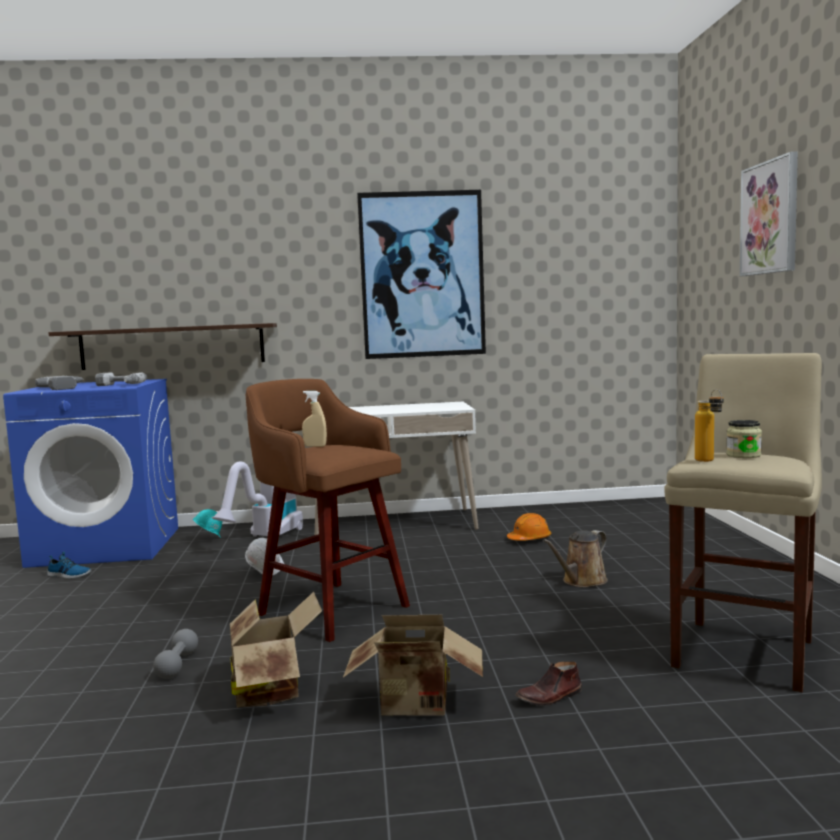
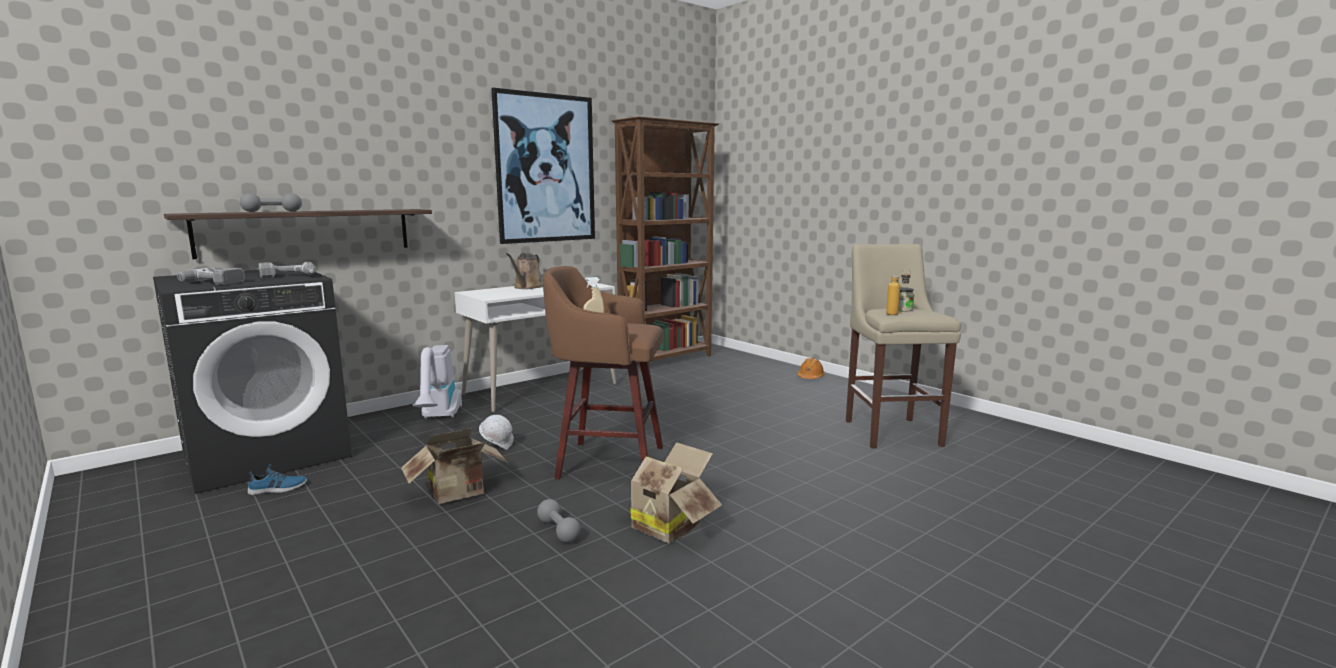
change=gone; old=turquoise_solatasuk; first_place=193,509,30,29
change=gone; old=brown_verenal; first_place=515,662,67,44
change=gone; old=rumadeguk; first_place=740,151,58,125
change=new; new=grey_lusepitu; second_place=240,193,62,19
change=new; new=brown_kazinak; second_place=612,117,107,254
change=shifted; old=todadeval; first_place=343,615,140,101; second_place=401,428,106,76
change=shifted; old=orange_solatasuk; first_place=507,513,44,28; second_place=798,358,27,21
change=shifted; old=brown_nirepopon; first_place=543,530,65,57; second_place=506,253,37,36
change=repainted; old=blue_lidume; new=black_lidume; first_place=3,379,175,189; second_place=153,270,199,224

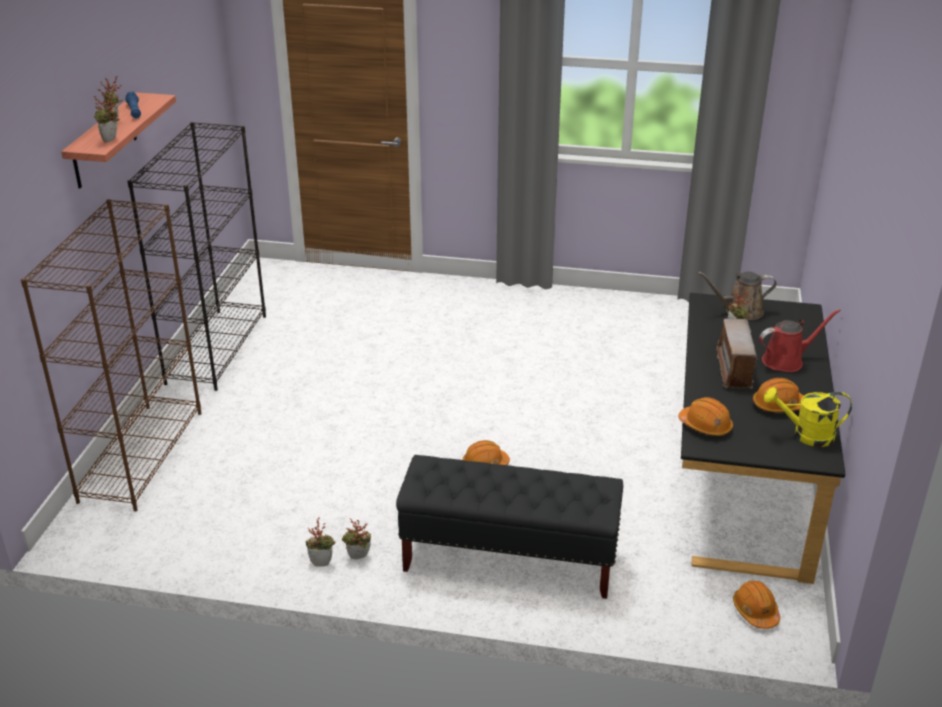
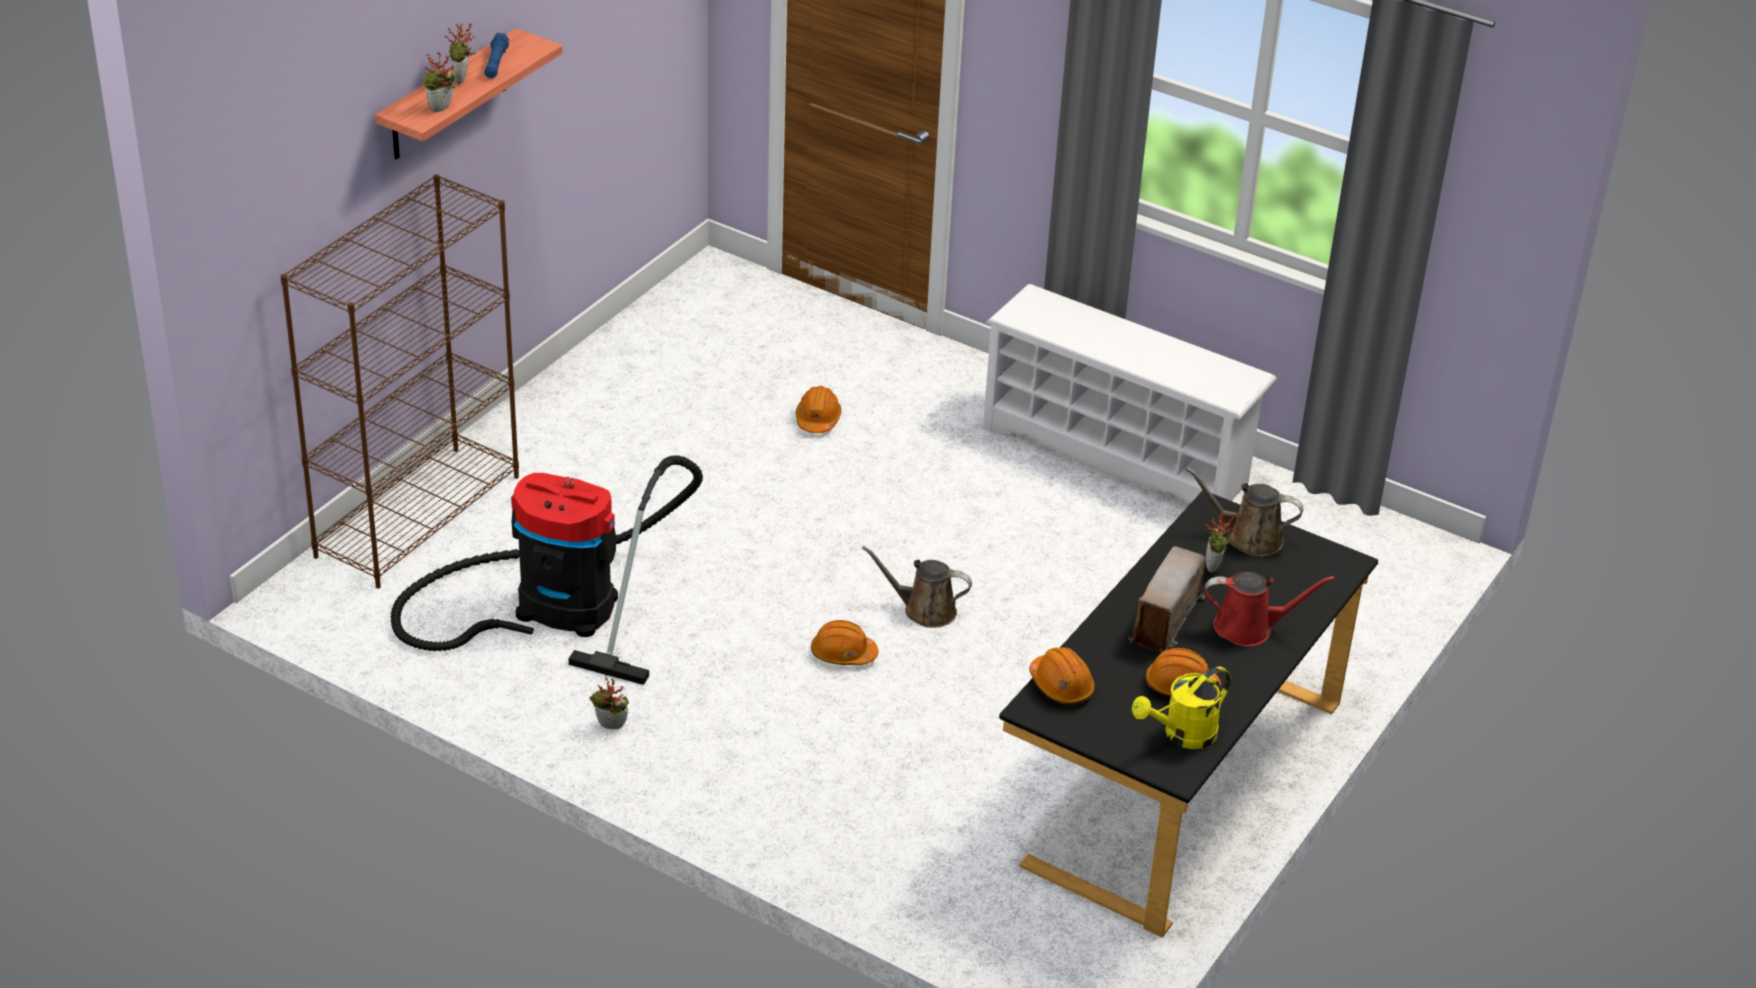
change=gone; old=black_kazinak; first_place=127,122,139,269
change=gone; old=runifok; first_place=306,517,29,50
change=gone; old=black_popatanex; first_place=396,455,227,144
change=new; new=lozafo; second_place=391,455,312,230
change=new; new=brown_nirepopon; second_place=862,546,110,82
change=new; new=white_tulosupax; second_place=983,284,294,219
change=shifted; old=orange_solatasuk; first_place=733,580,47,49; second_place=796,386,45,47
change=rotated; old=yellow_nirepopon; first_place=764,387,88,60; second_place=1132,667,99,82; degrees=-60

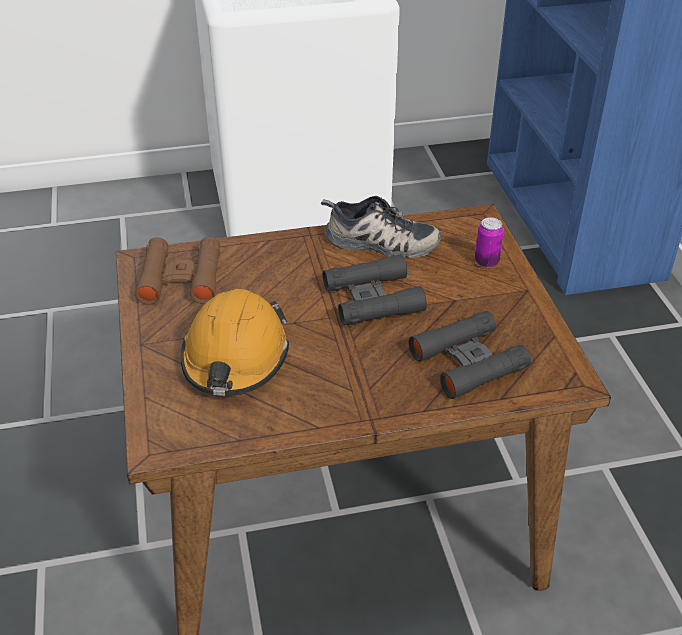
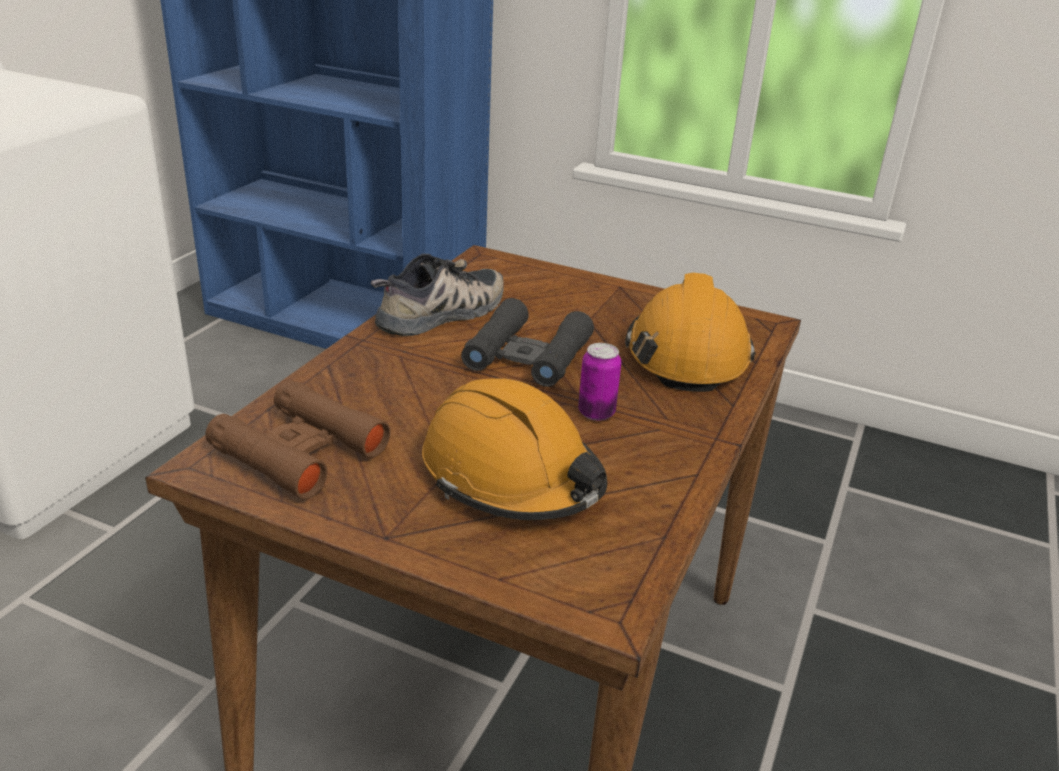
change=shifted; old=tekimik; first_place=475,217,29,51; second_place=578,343,44,78
change=swapped; old=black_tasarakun; new=orange_solatasuk; first_place=409,311,122,88; second_place=625,273,131,119

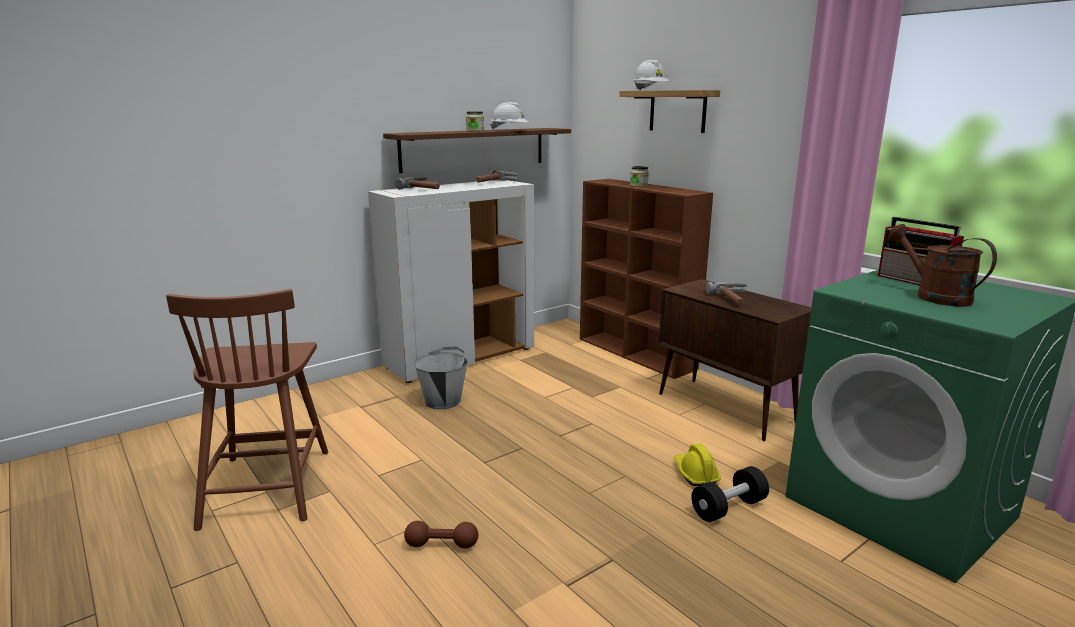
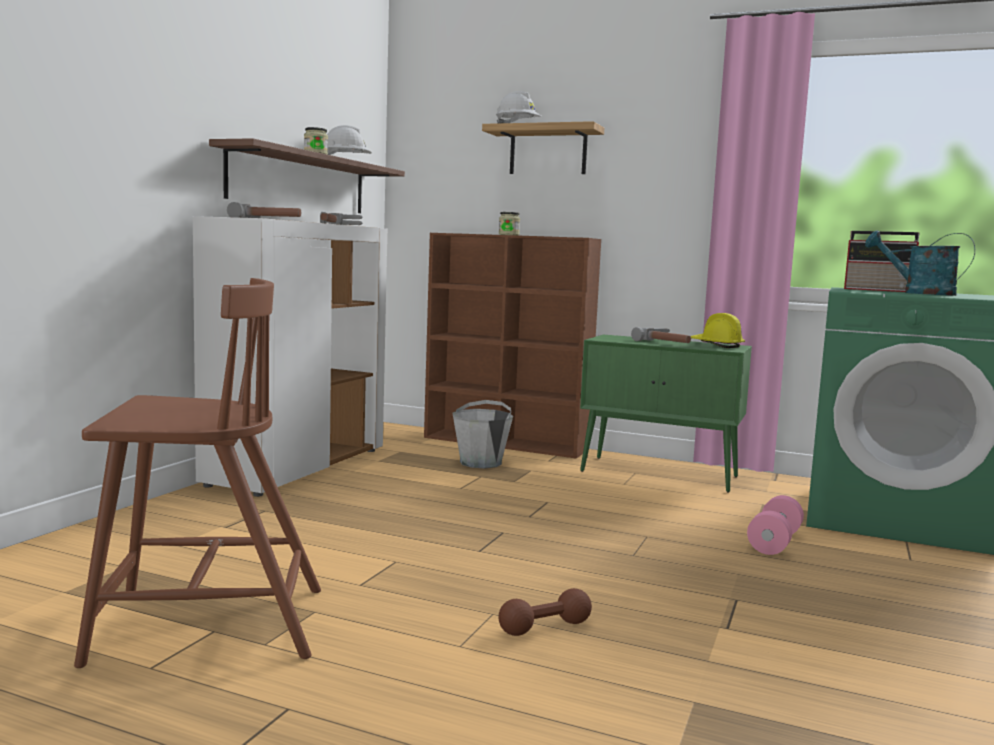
change=shifted; old=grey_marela; first_place=414,346,54,63; second_place=452,400,61,68
change=shifted; old=yellow_solatasuk; first_place=674,444,47,42; second_place=691,313,54,35
change=repainted; old=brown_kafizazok; new=green_kafizazok; first_place=658,279,153,162; second_place=580,335,172,158
change=repainted; old=black_lusepitu; new=pink_lusepitu; first_place=691,466,78,56; second_place=747,495,57,60
change=repainted; old=brown_nirepopon; new=turquoise_nirepopon; first_place=887,224,110,82; second_place=865,230,110,66
change=rotated; old=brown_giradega; first_place=166,289,162,242; second_place=74,278,247,390; degrees=-60

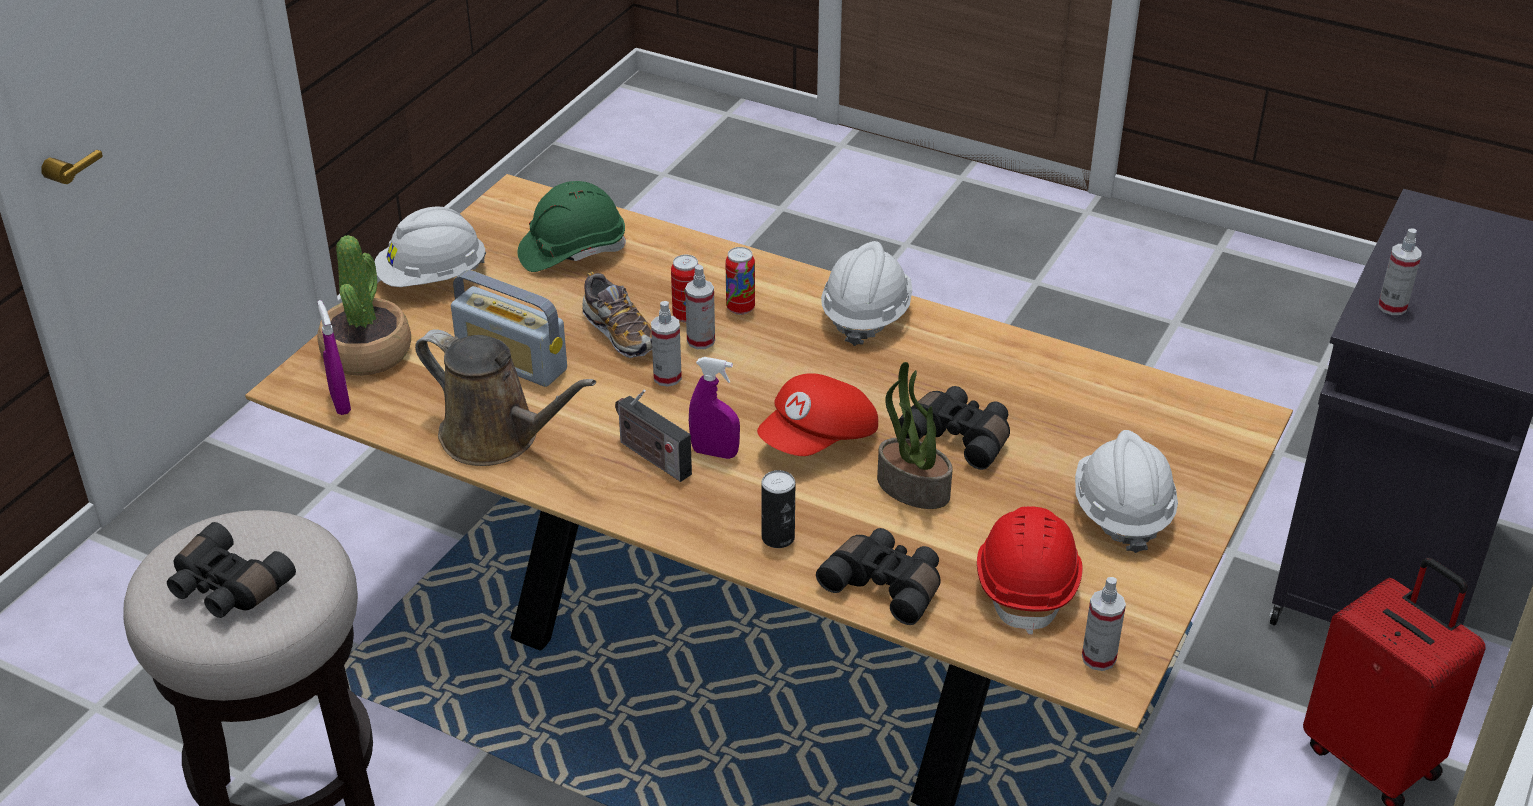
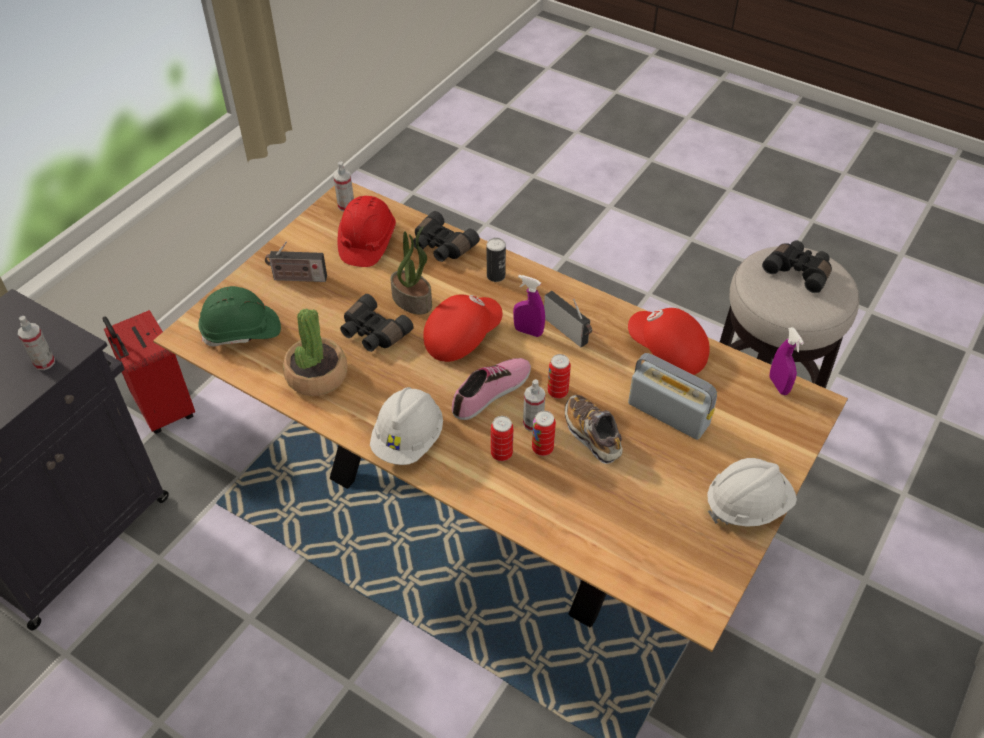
change=new; new=verenal; second_place=452,358,79,62
change=shifted; old=runifok; first_place=317,235,94,141; second_place=283,309,65,87
change=shifted; old=green_solatasuk; first_place=518,181,108,91; second_place=198,286,83,60
change=swapped; old=brown_nirepopon; new=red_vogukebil; first_place=415,329,181,137; second_place=628,308,82,67
change=swapped; old=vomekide; new=tekimik; first_place=651,301,31,86; second_place=548,354,23,45
change=swapped; old=white_solatasuk; new=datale; first_place=1075,430,103,123; second_place=265,242,62,40

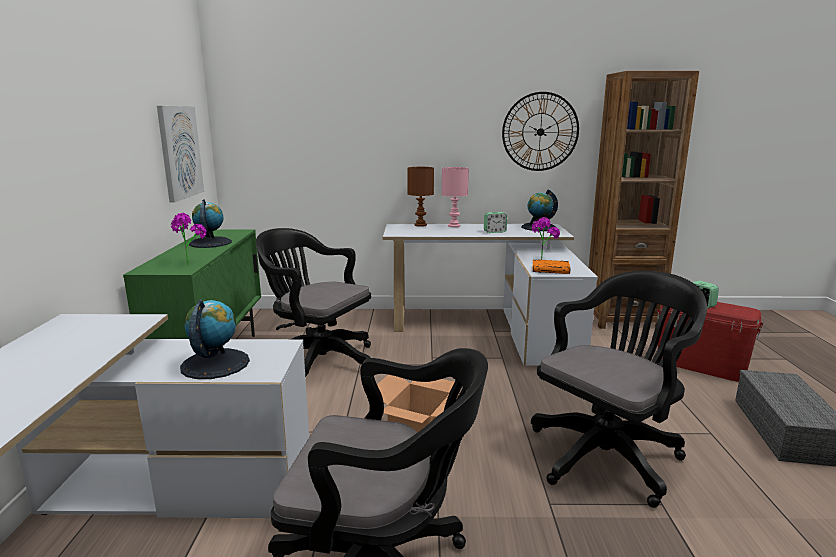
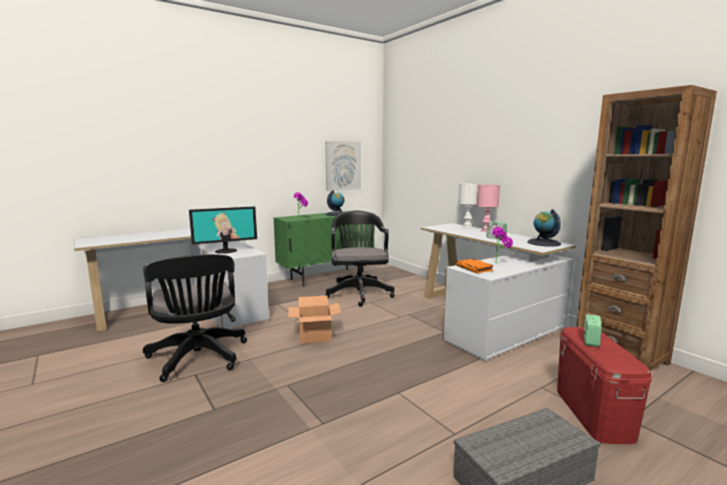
change=gone; old=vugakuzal; first_place=502,92,77,79
change=gone; old=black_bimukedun; first_place=531,271,176,237
change=swapped; old=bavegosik; new=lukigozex; first_place=180,299,70,80; second_place=189,206,68,48
change=repainted; old=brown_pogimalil; new=white_pogimalil; first_place=407,167,27,60; second_place=458,183,22,45

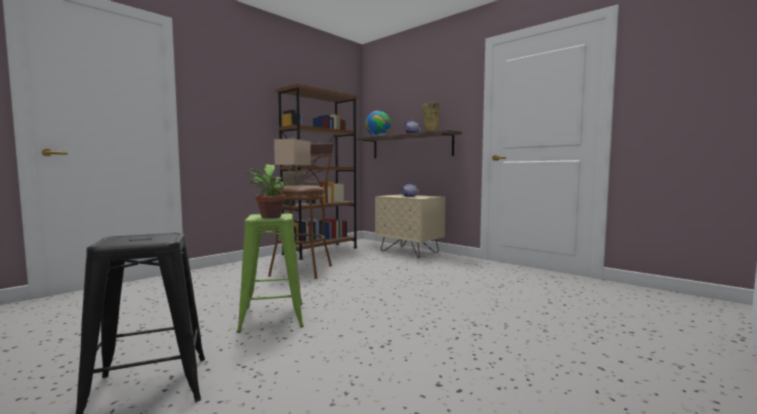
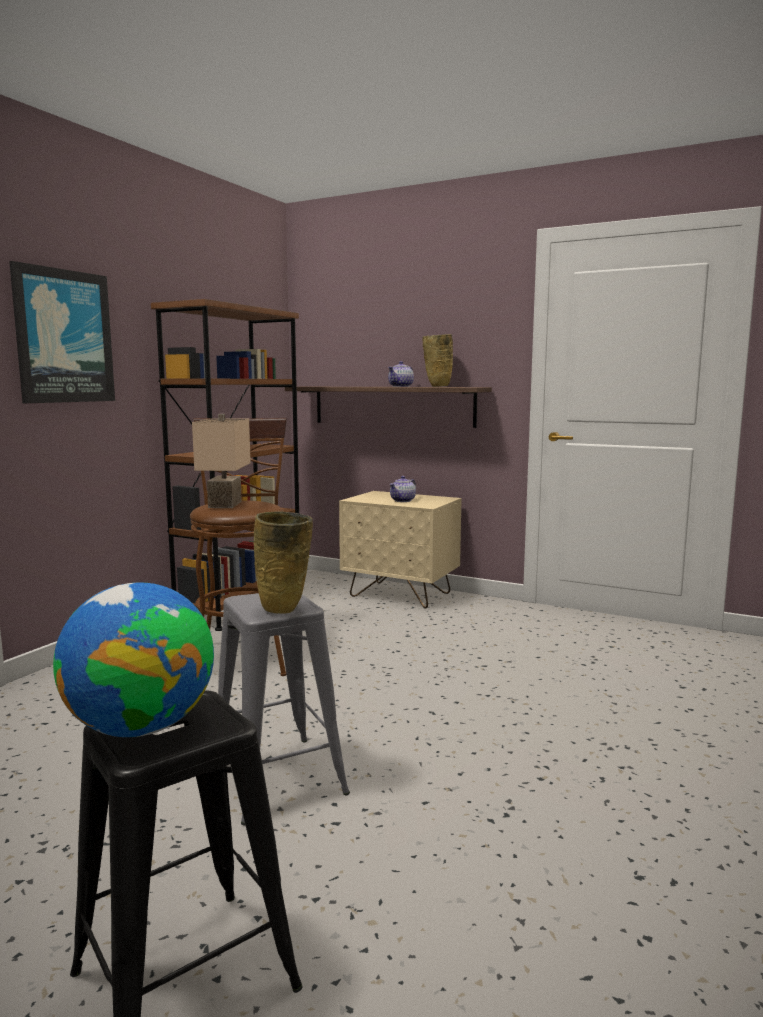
change=new; new=rumadeguk; second_place=9,261,106,142
change=shifted; old=bavegosik; first_place=365,111,26,25; second_place=53,582,161,155
change=swapped; old=runifok; new=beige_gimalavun; first_place=245,164,50,55; second_place=254,512,59,102
change=repainted; old=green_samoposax; new=grey_samoposax; first_place=237,213,67,120; second_place=218,593,132,232

